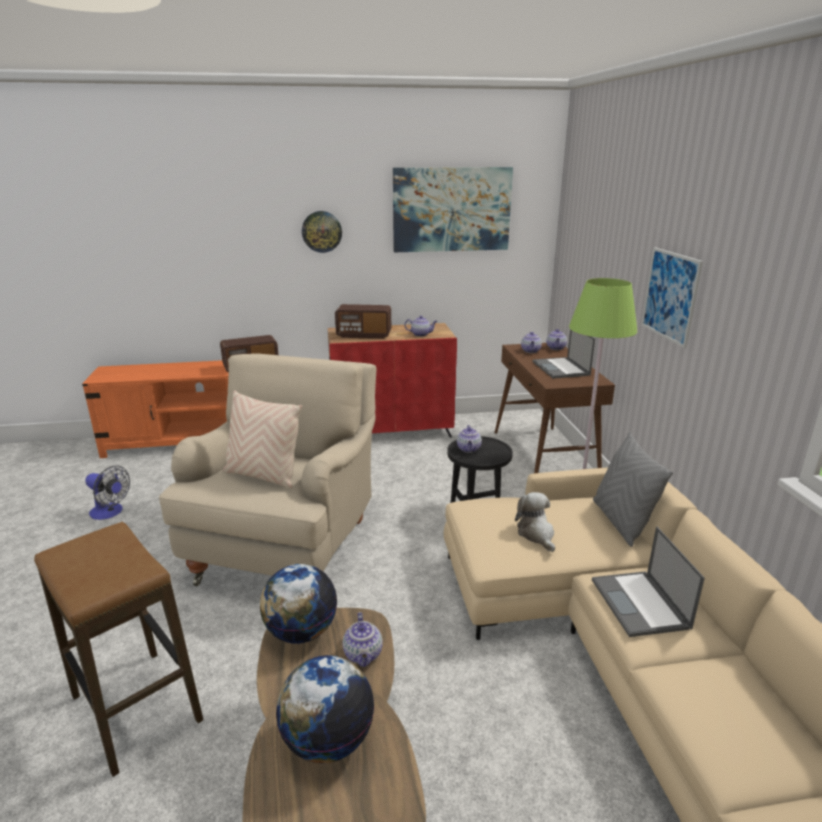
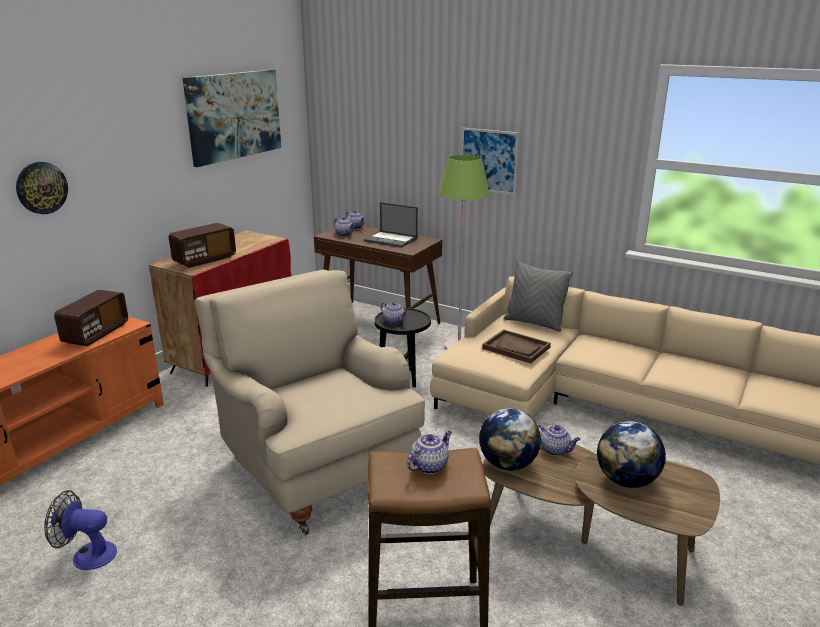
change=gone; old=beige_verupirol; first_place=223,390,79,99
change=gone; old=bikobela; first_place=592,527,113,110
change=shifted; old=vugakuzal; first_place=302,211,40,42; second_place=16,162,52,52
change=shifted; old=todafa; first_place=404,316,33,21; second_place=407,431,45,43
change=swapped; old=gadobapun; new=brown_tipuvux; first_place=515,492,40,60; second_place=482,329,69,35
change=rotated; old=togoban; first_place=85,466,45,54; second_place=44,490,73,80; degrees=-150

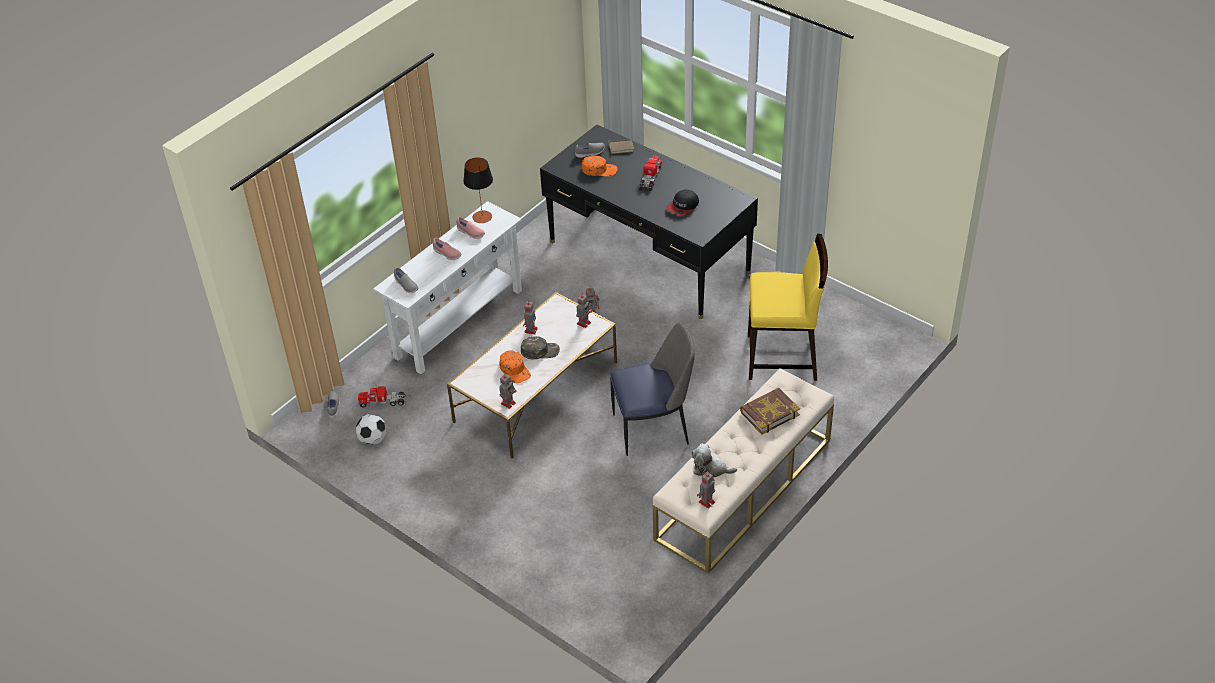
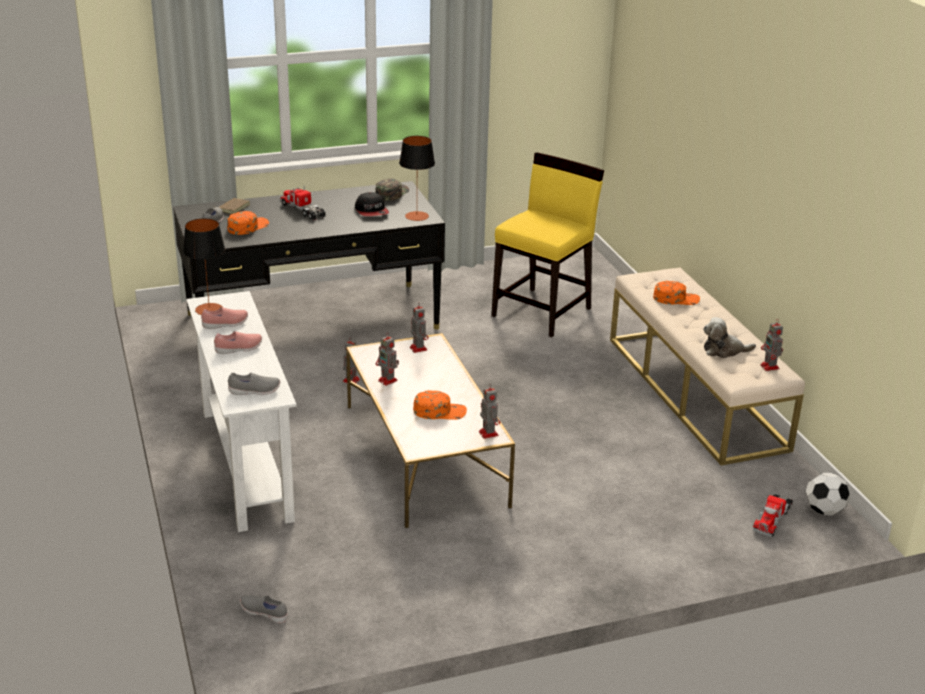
change=gone; old=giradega; first_place=610,323,85,133
change=new; new=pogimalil; second_place=399,136,36,85
change=shifted; old=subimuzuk; first_place=356,414,30,31; second_place=806,473,44,42
change=shifted; old=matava; first_place=358,384,48,23; second_place=753,494,40,43
change=shifted; old=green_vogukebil; first_place=521,336,39,23; second_place=375,179,34,22
change=swapped; old=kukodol; new=orange_vogukebil; first_place=740,388,60,47; second_place=653,281,47,24
change=rotated; old=gadobapun; first_place=692,444,45,34; second_place=703,317,53,41; degrees=45

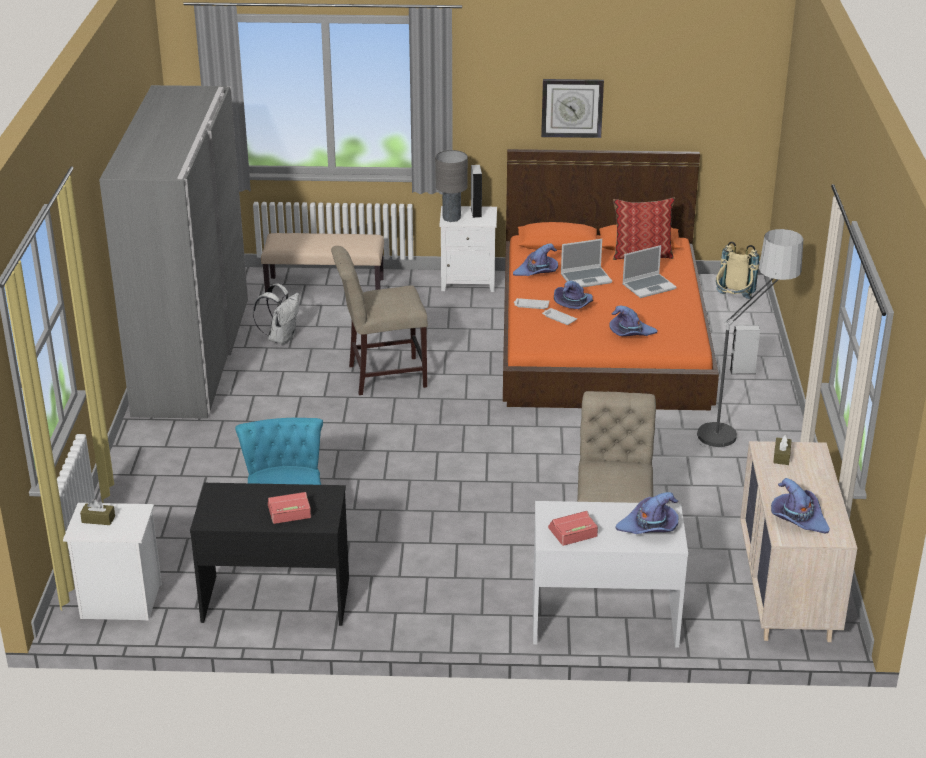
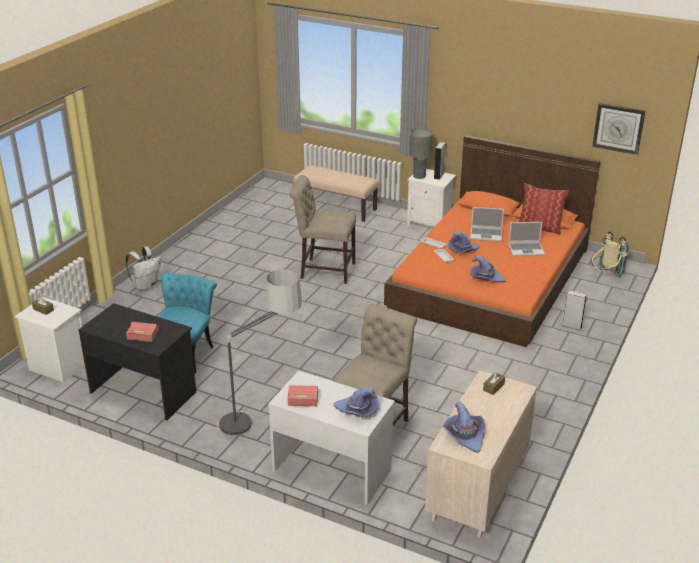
change=gone; old=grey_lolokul; first_place=99,85,149,334
change=gone; old=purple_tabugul; first_place=513,244,45,32
change=shifted; old=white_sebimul; first_place=253,283,46,62; second_place=126,246,35,45
change=shifted; old=vugakuzal; first_place=541,79,63,59; second_place=592,103,53,52
change=shifted; old=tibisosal; first_place=696,229,107,219; second_place=217,269,85,166

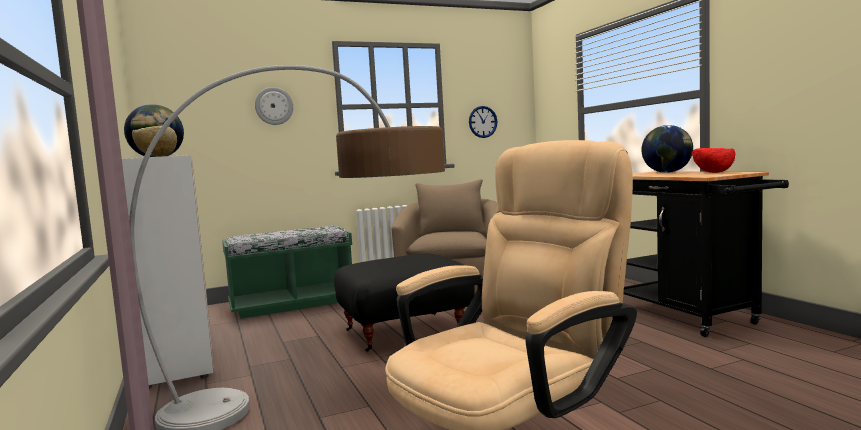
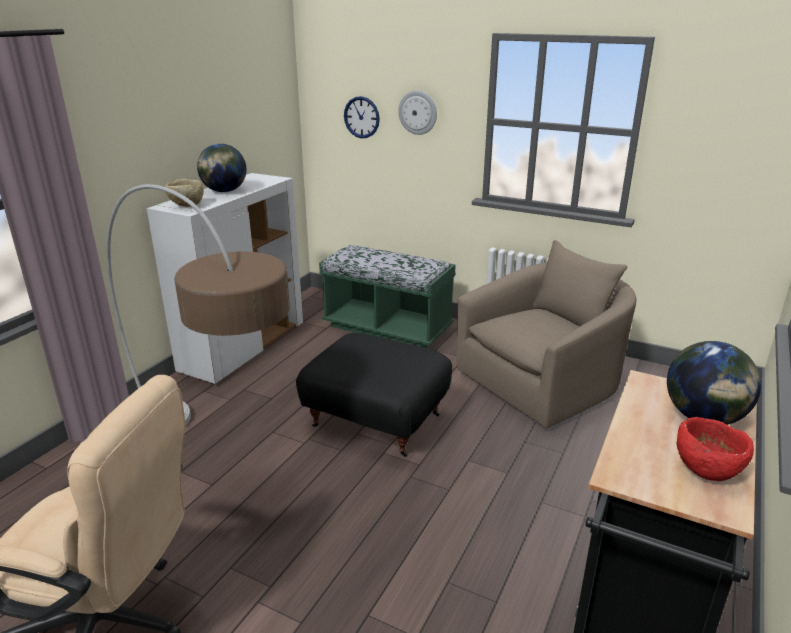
change=shifted; old=vugakuzal; first_place=469,106,28,32; second_place=344,96,36,42

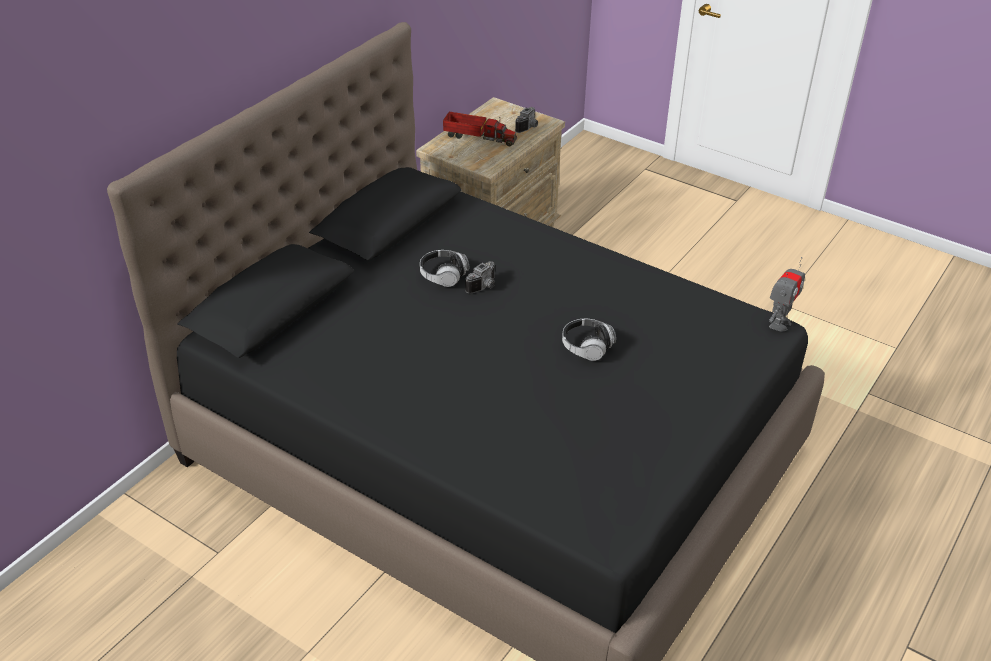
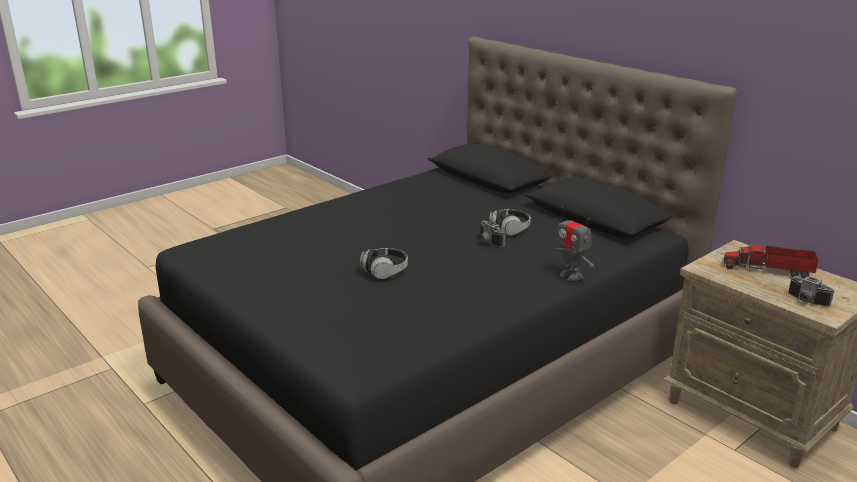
change=shifted; old=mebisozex; first_place=769,257,36,74; second_place=553,206,42,75
change=rotated; old=matava; first_place=443,112,74,34; second_place=724,240,95,38; degrees=75

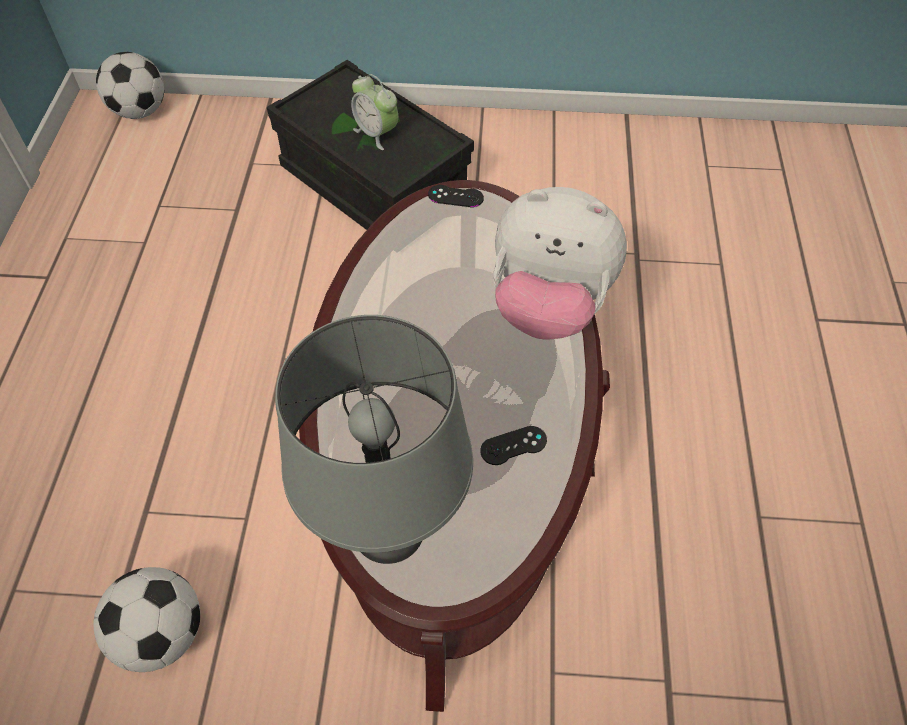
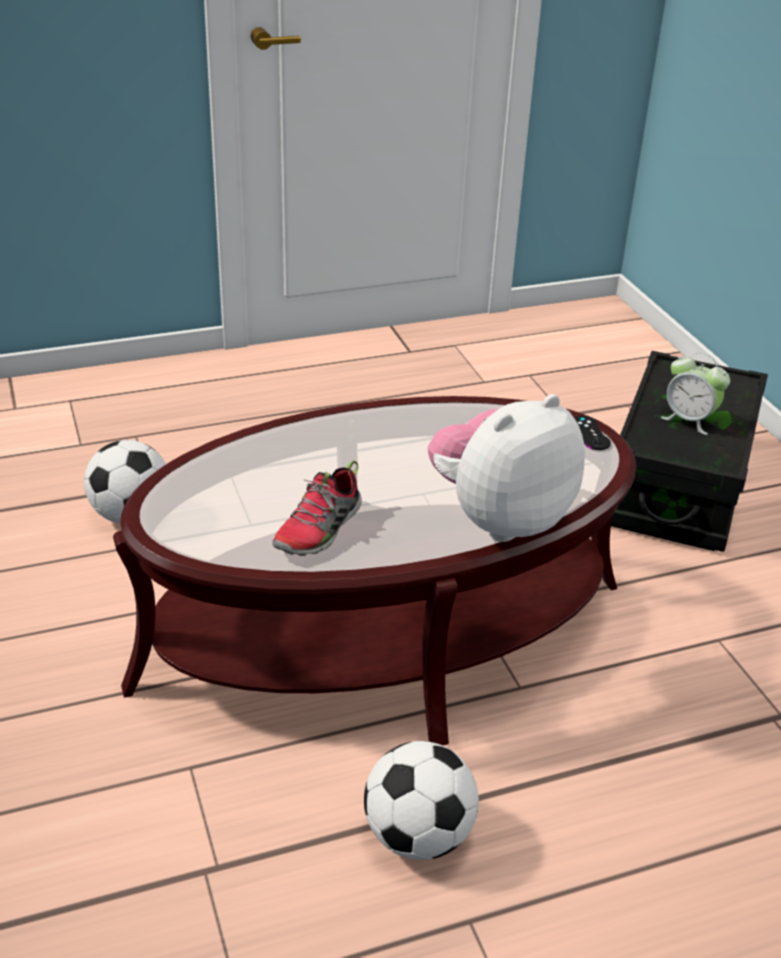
change=gone; old=grey_pogimalil; first_place=275,315,198,249
change=shifted; old=subimuzuk; first_place=96,52,68,67; second_place=364,741,115,119
change=swapped; old=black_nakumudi; new=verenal; first_place=480,426,67,39; second_place=272,461,90,95
change=rotated; old=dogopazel; first_place=351,74,47,76; second_place=661,352,69,83; degrees=-75
change=rotated; old=gadobapun; first_place=493,187,134,153; second_place=428,394,157,148; degrees=60

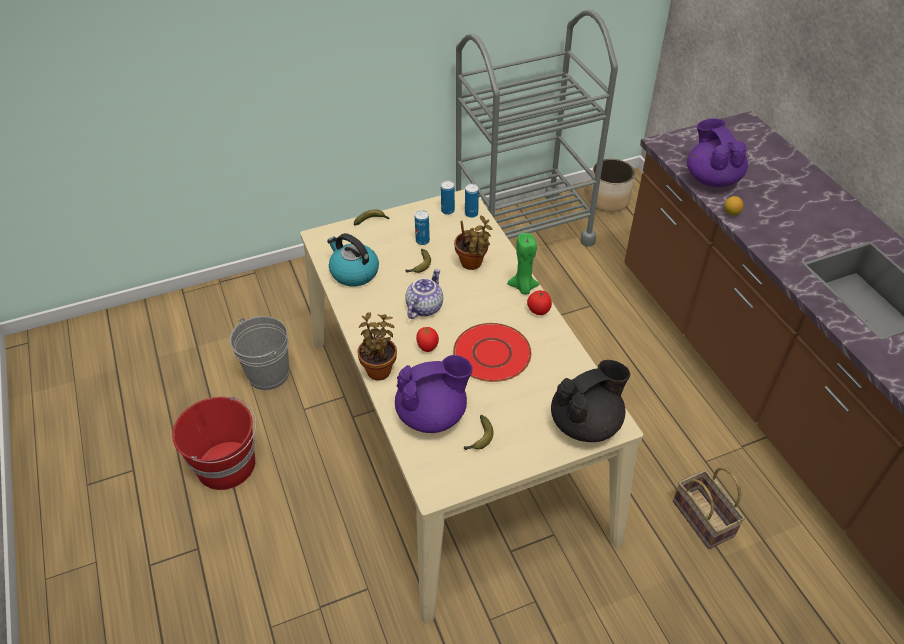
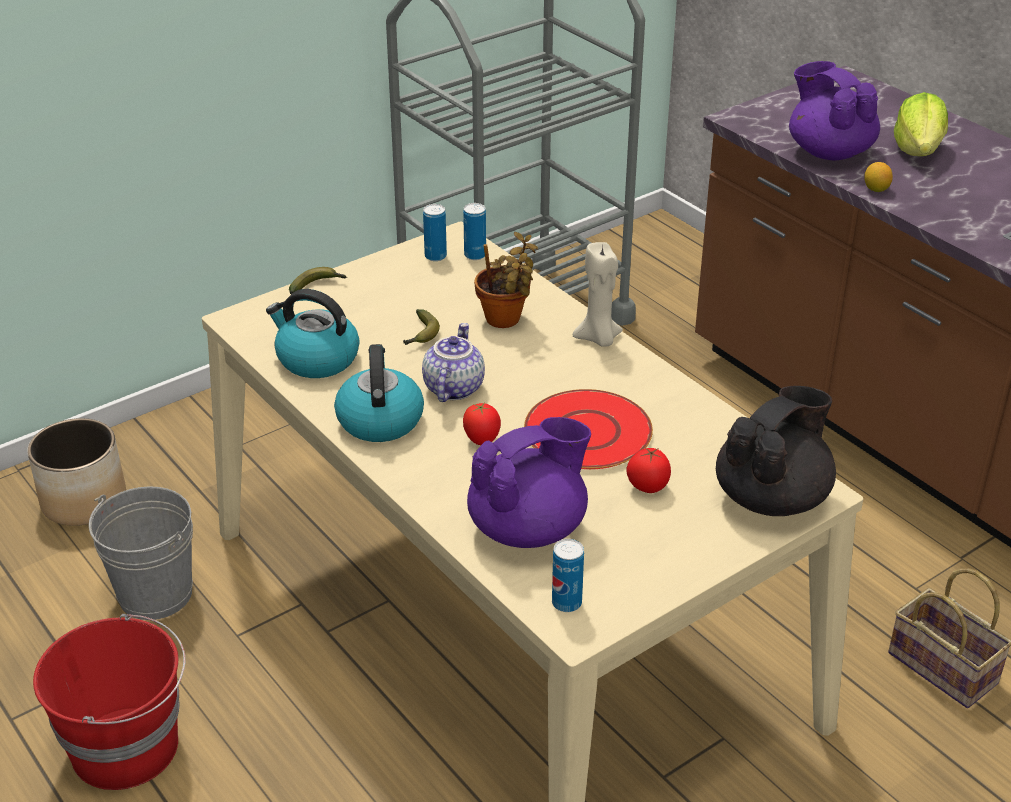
change=gone; old=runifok; first_place=357,312,40,69
change=gone; old=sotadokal; first_place=464,415,30,35
change=new; new=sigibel; second_place=334,344,90,98
change=new; new=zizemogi; second_place=894,92,54,64
change=shifted; old=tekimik; first_place=415,210,15,35; second_place=552,539,32,73
change=shifted; old=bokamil; first_place=527,290,25,25; second_place=627,448,44,45
change=shifted; old=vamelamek; first_place=588,159,47,53; second_place=27,418,99,108
change=repainted; old=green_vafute; new=beige_vafute; first_place=507,233,32,62; second_place=573,242,50,104

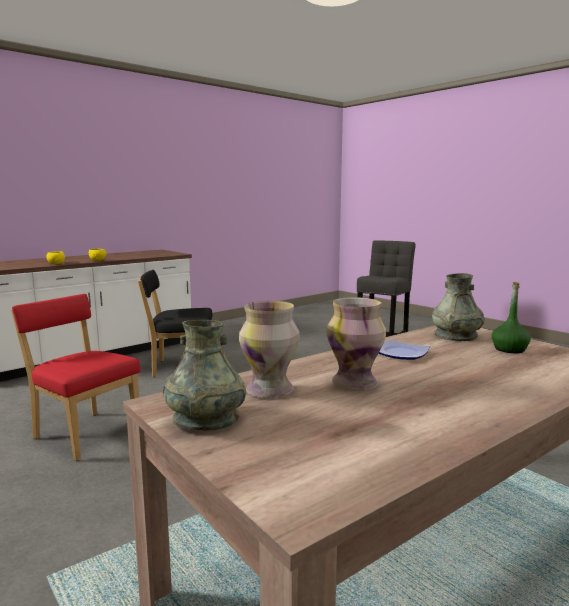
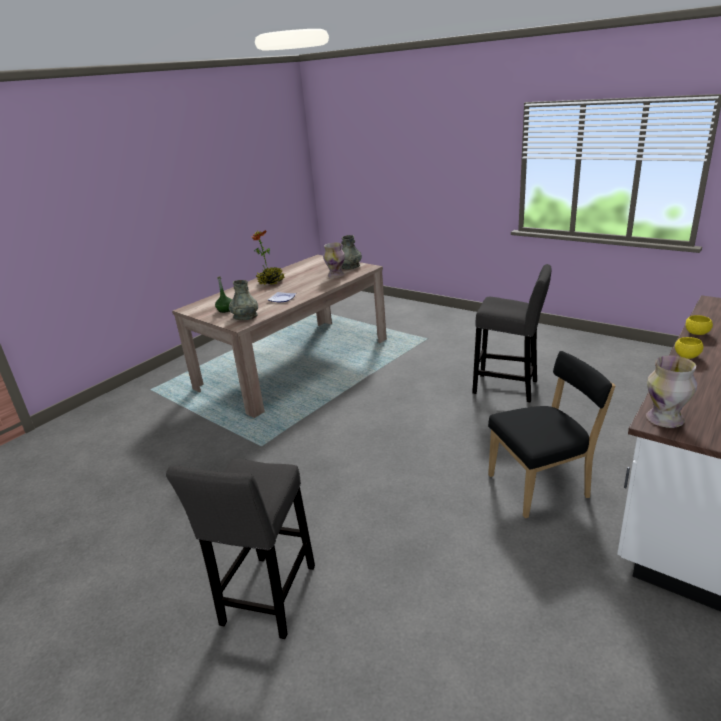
change=new; new=runifok; second_place=251,230,33,55
change=shifted; old=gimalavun; first_place=327,297,59,94; second_place=646,356,51,72
change=swapped; old=red_giradega; new=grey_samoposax; first_place=11,294,129,167; second_place=472,264,79,139

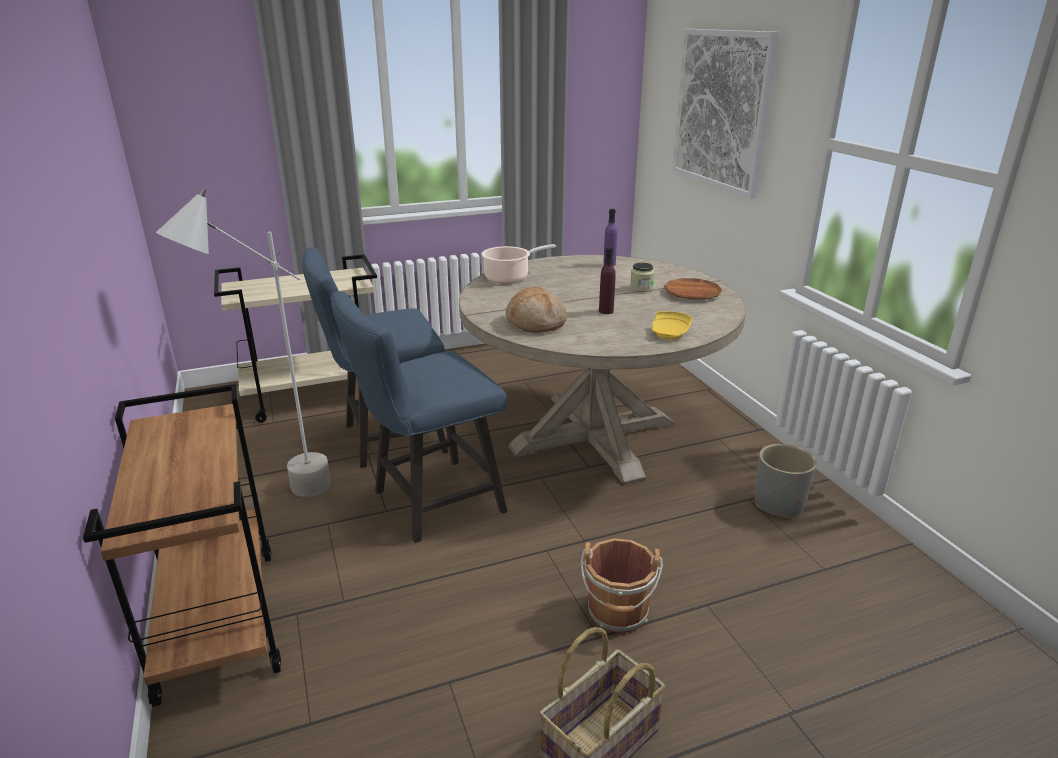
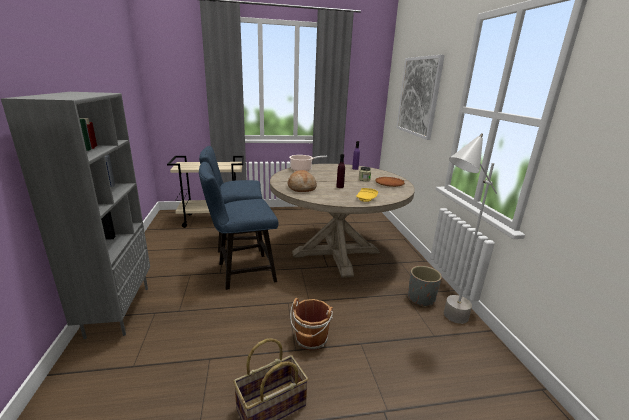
change=shifted; old=grey_tibisosal; first_place=156,189,175,308; second_place=444,133,53,191
change=swapped; old=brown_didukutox; new=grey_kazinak; first_place=83,384,198,323; second_place=1,92,149,247

